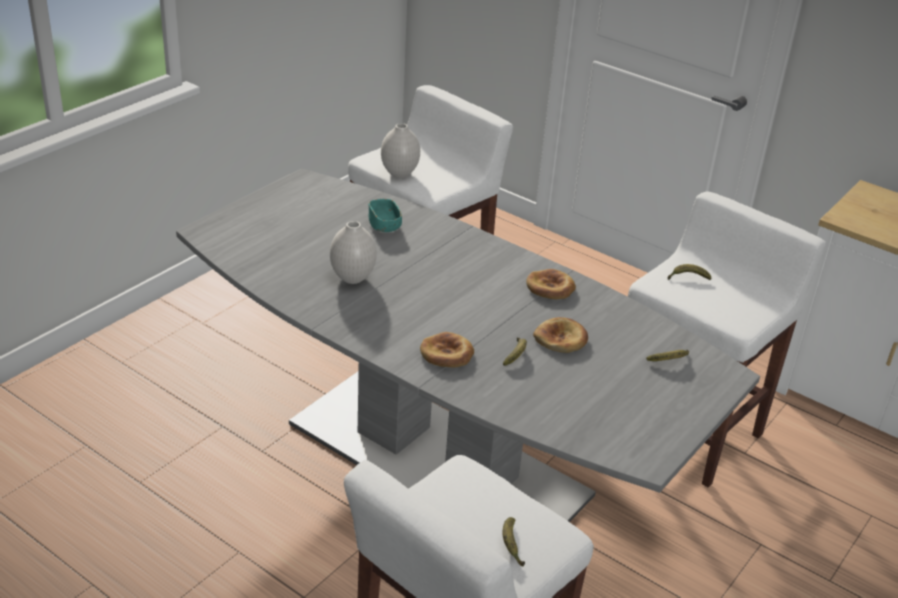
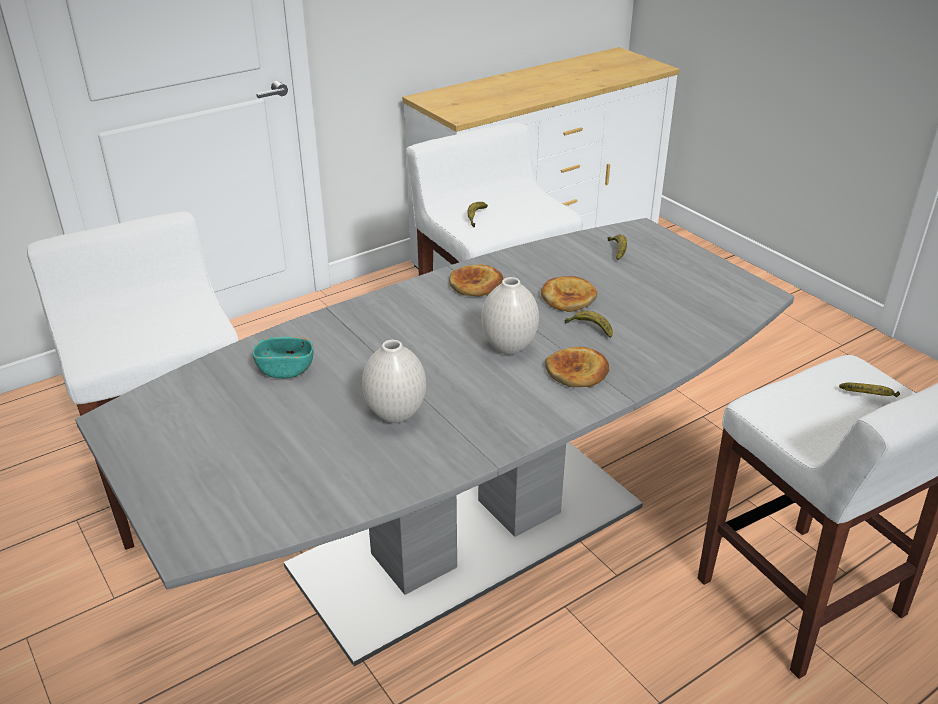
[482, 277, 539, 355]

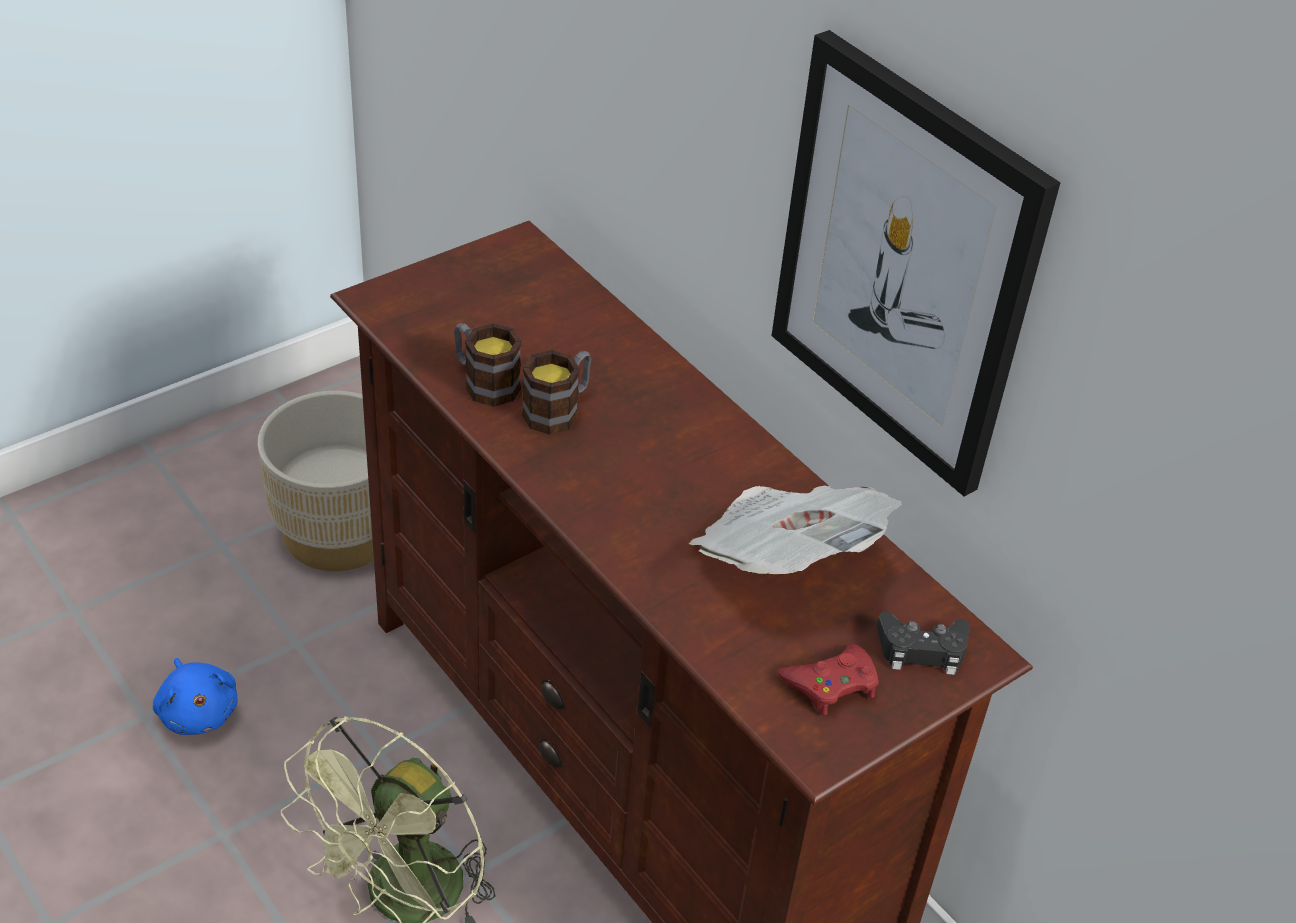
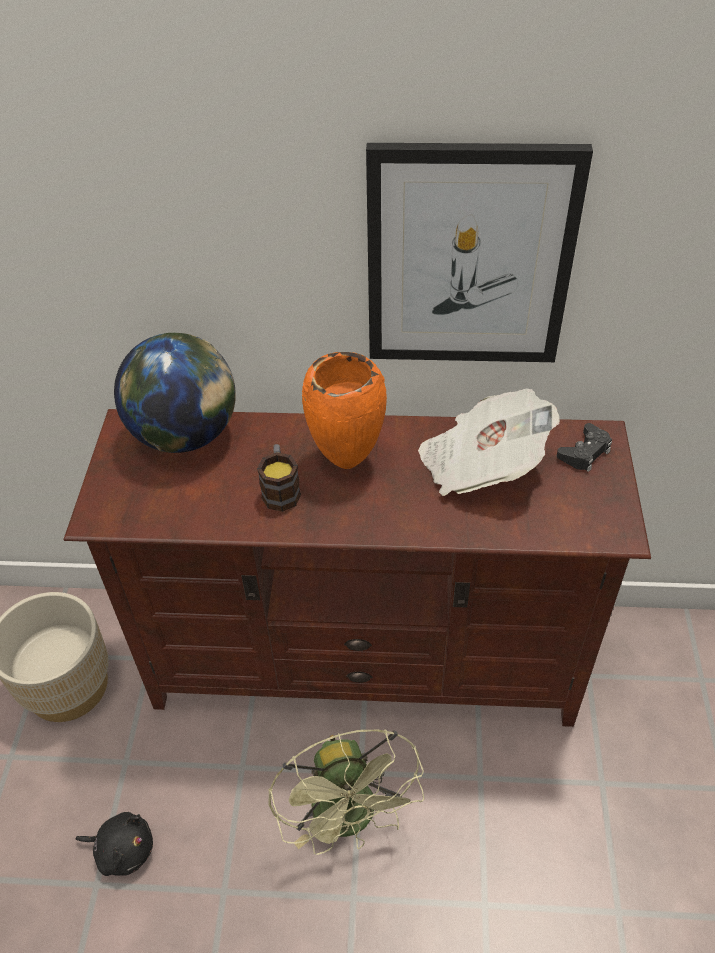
[454, 323, 522, 407] (first image)
[778, 644, 879, 715] (first image)
[114, 333, 236, 453]
[302, 352, 387, 469]
[76, 812, 153, 876]

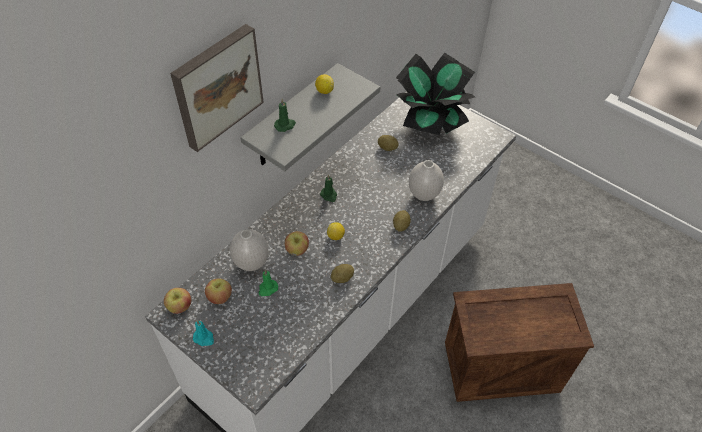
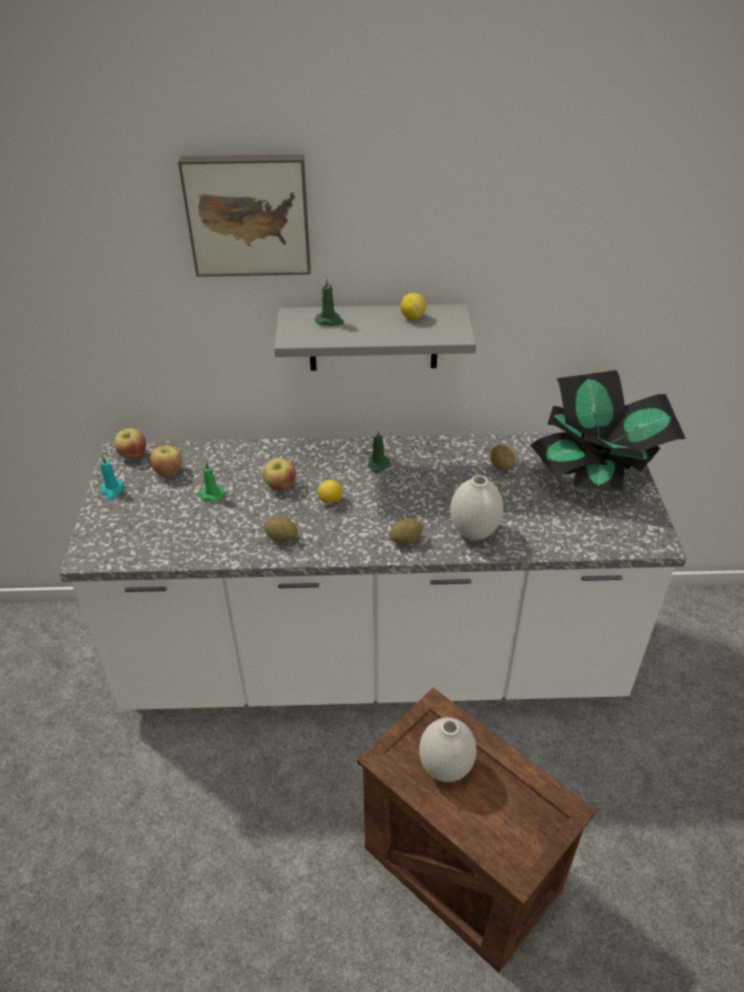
[419, 717, 476, 782]

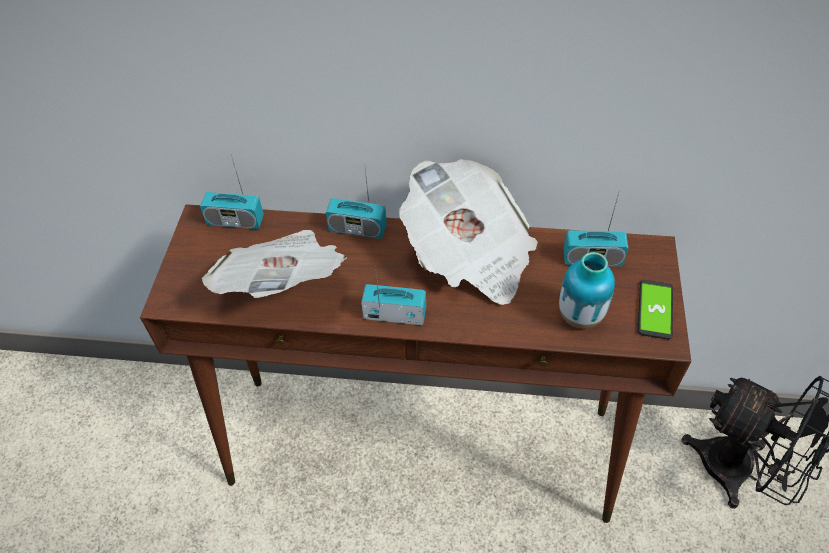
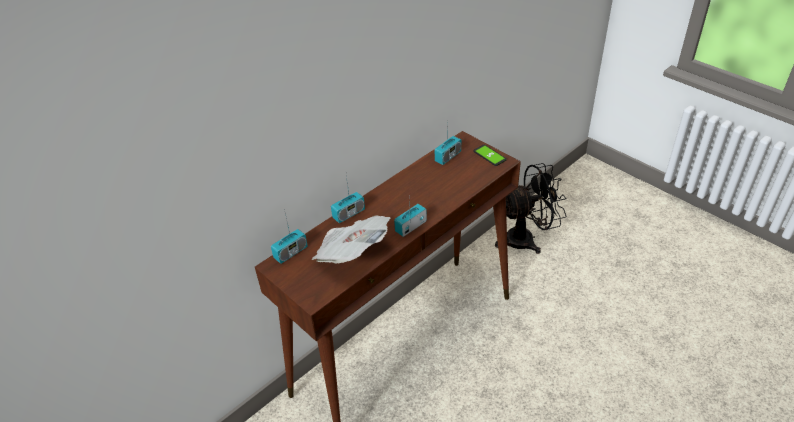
[399, 159, 538, 305] (first image)
[559, 252, 615, 329] (first image)

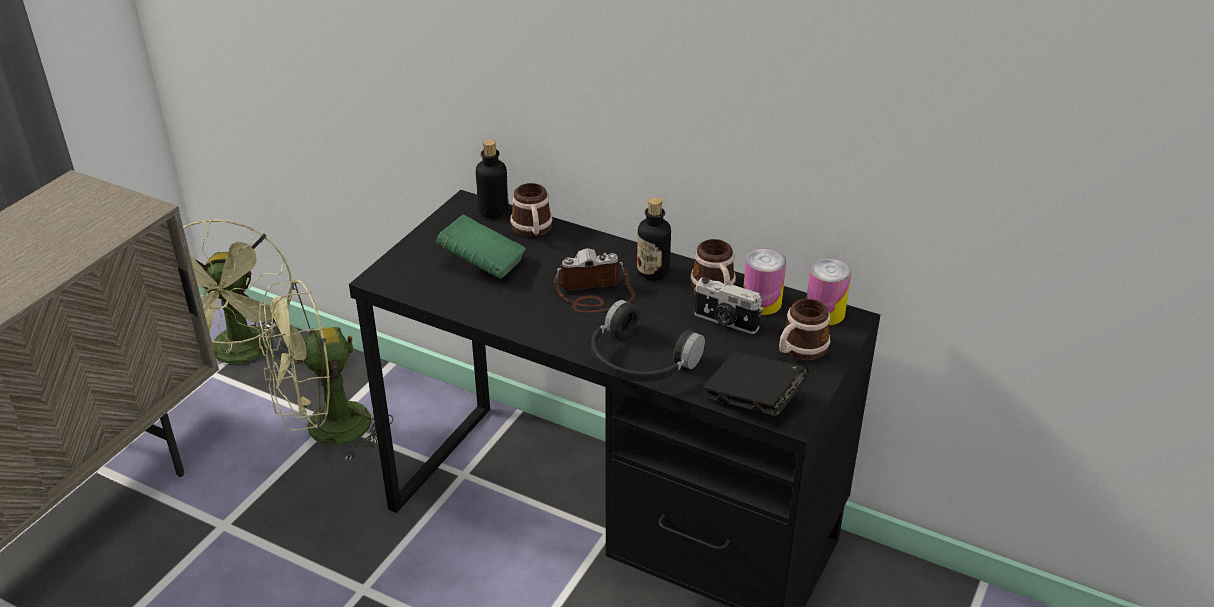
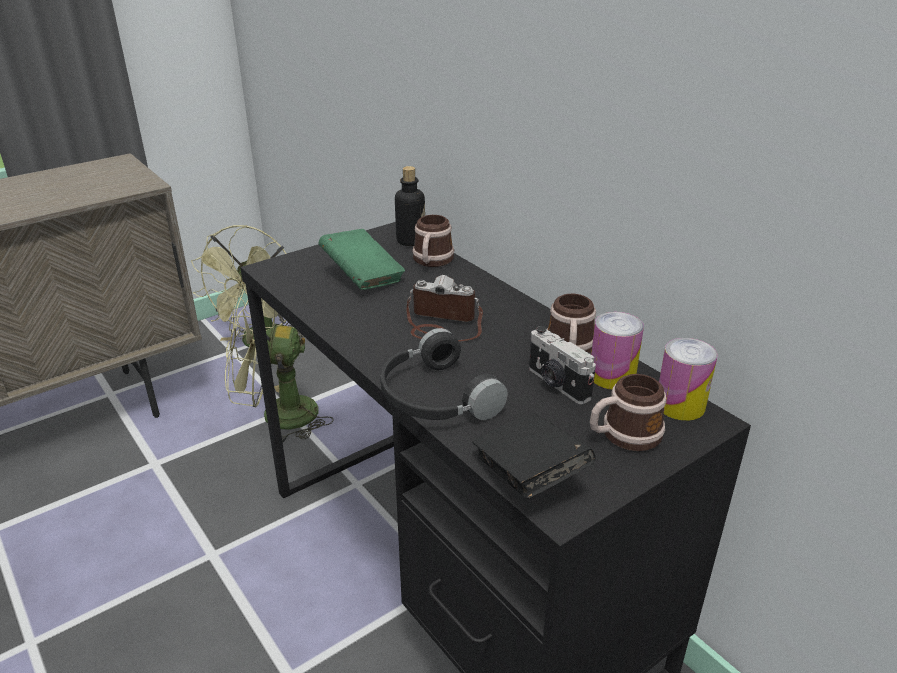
[637, 197, 671, 280] (first image)

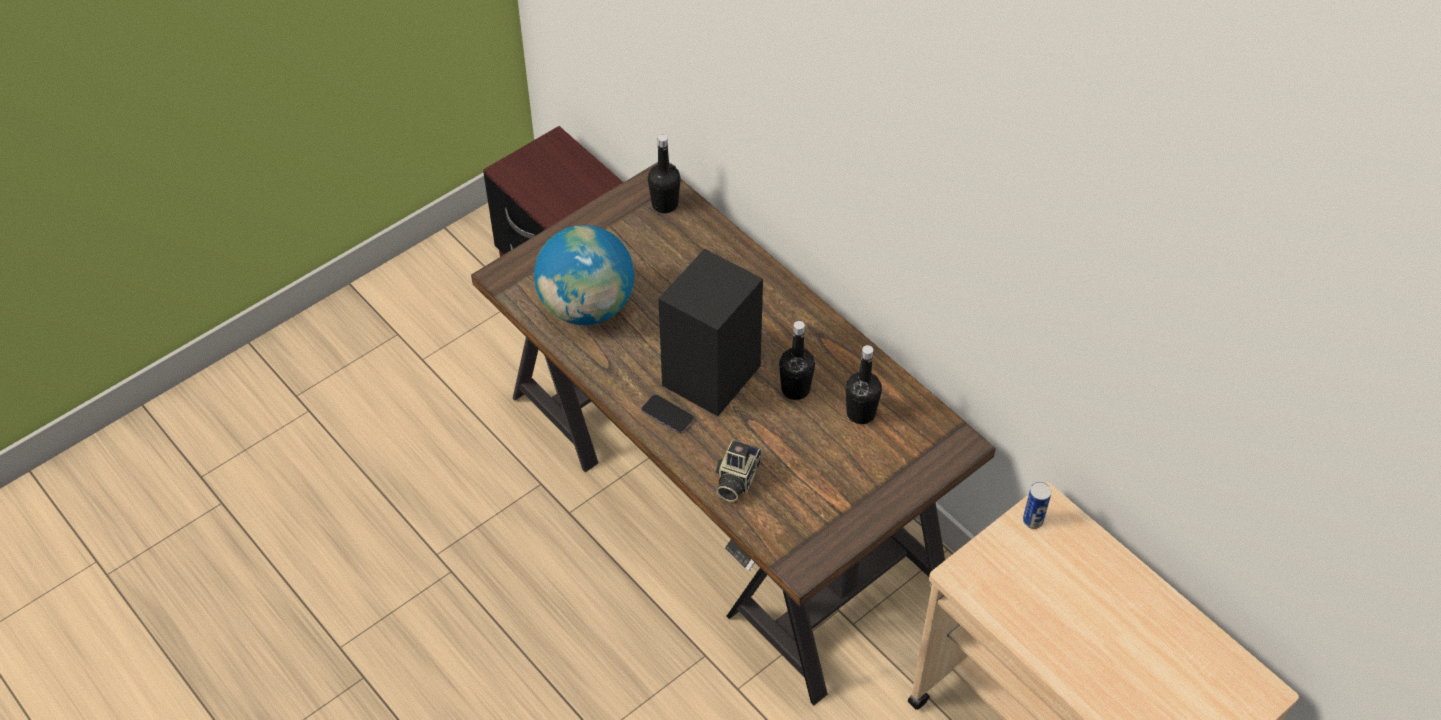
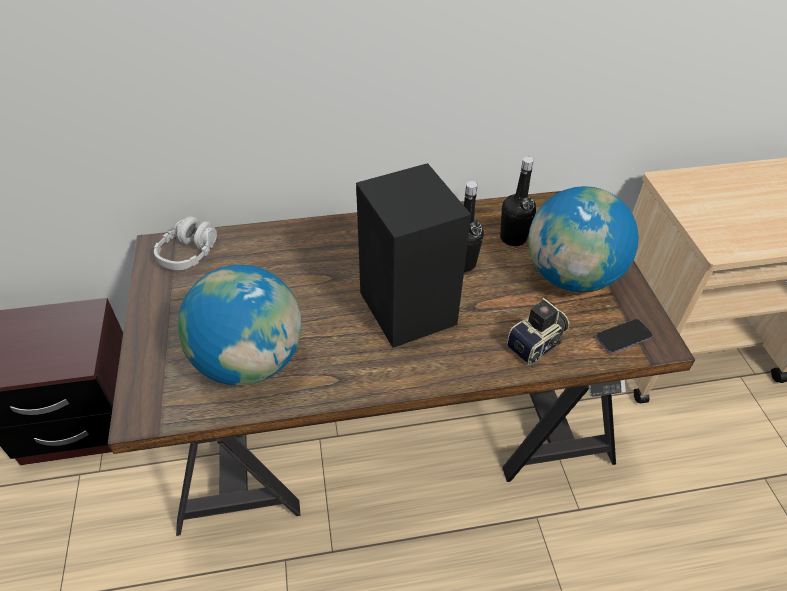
[1023, 482, 1052, 529] (first image)
[528, 186, 639, 292]
[595, 319, 653, 354]
[154, 216, 217, 270]
[506, 298, 569, 365]

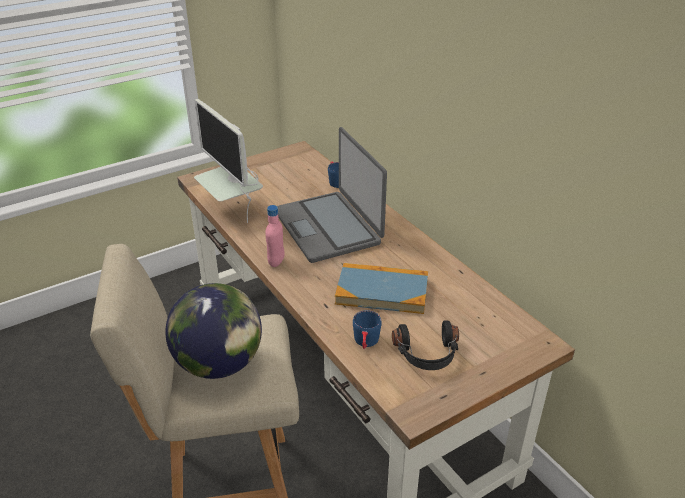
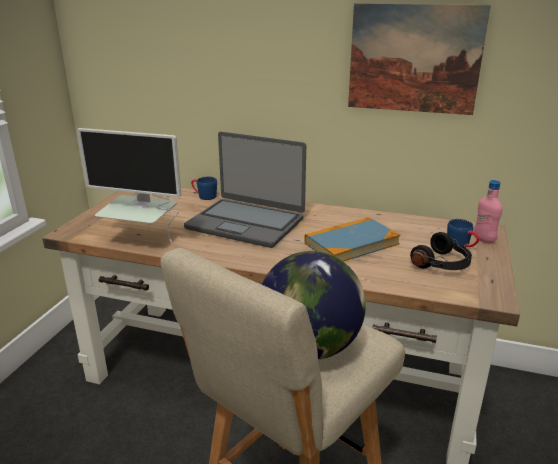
[348, 3, 491, 115]
[474, 180, 503, 244]
[447, 219, 479, 248]

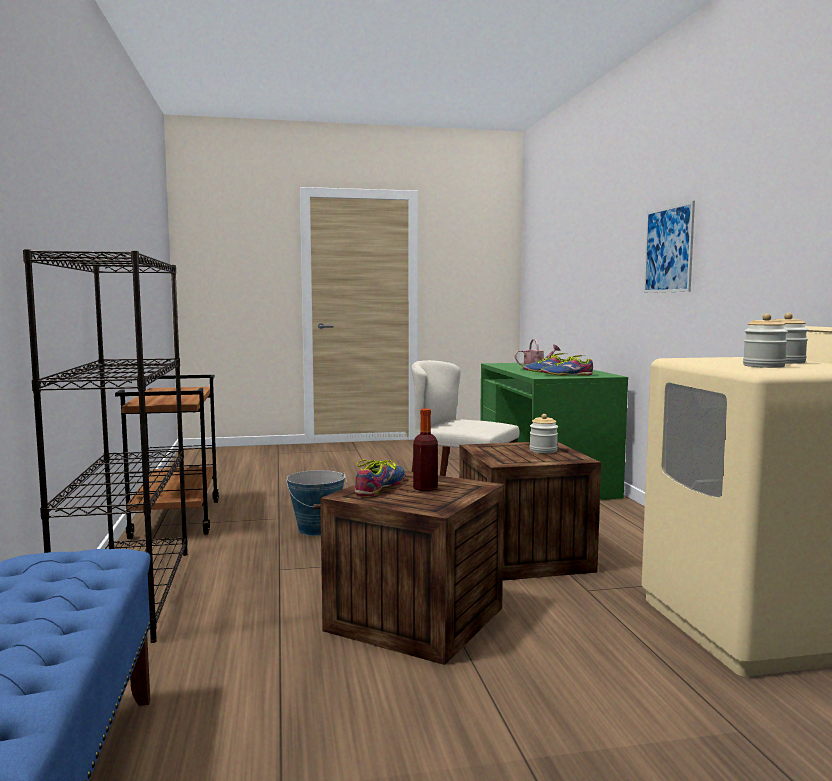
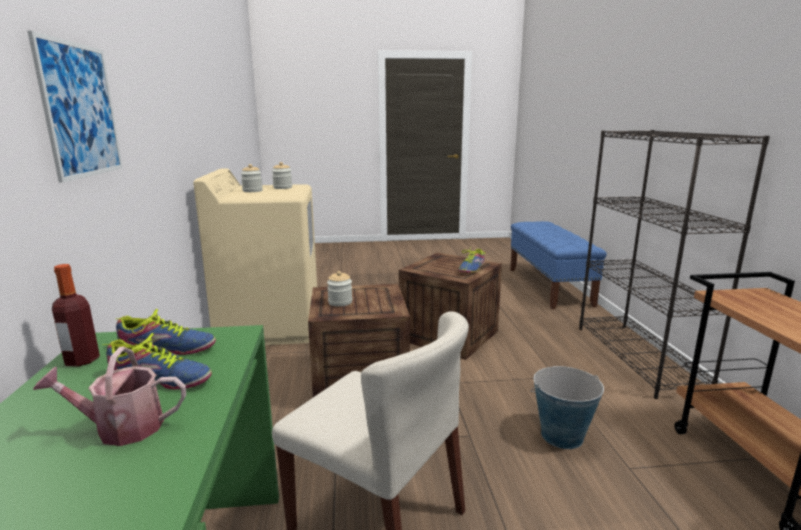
[52, 264, 100, 367]

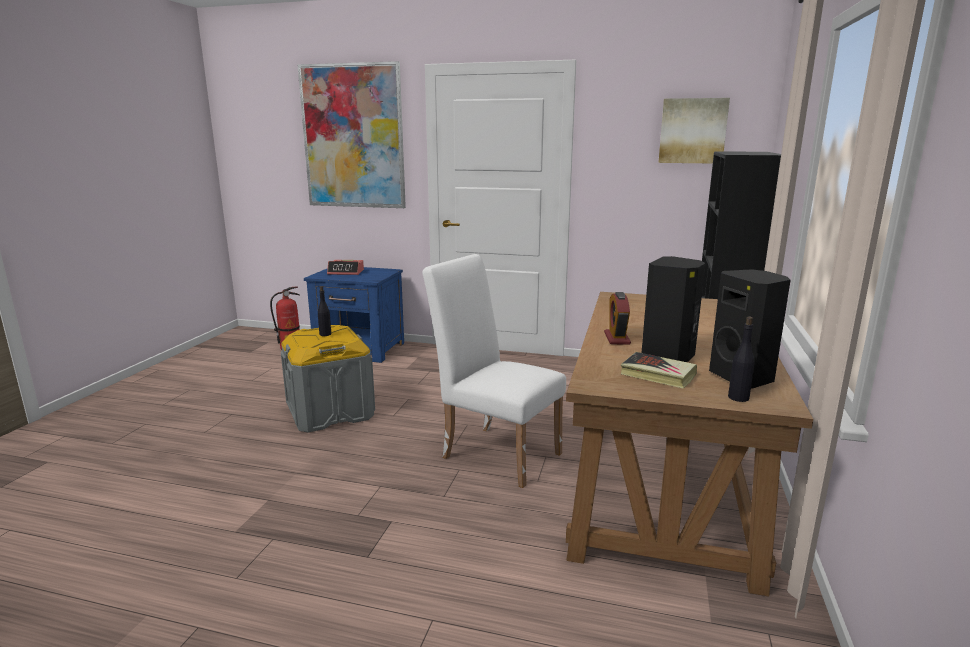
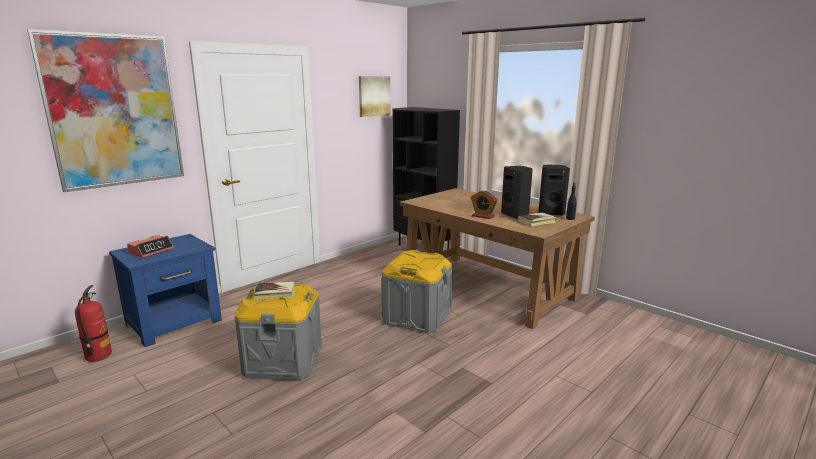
[254, 282, 295, 300]
[381, 250, 453, 333]

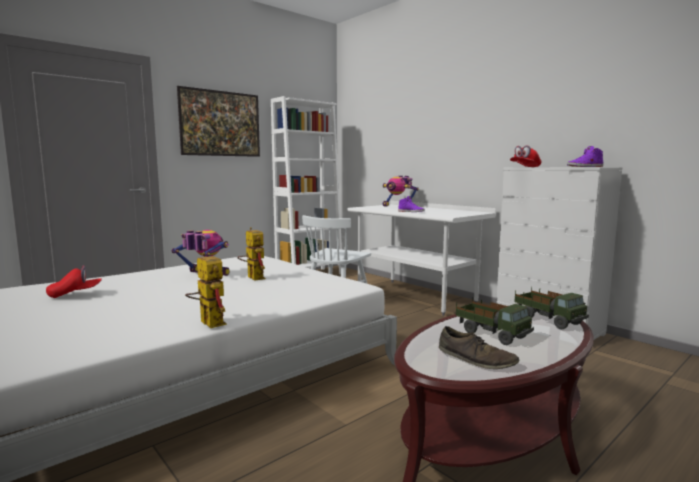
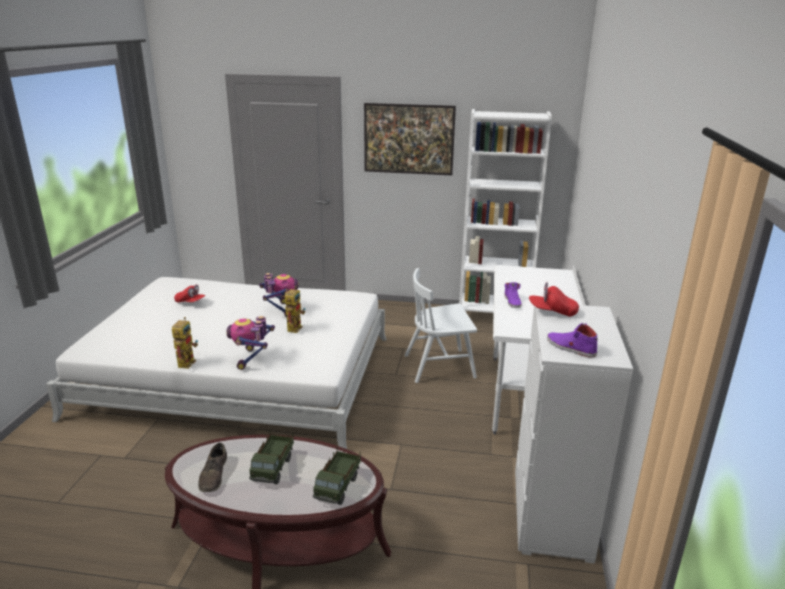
[226, 316, 275, 370]

